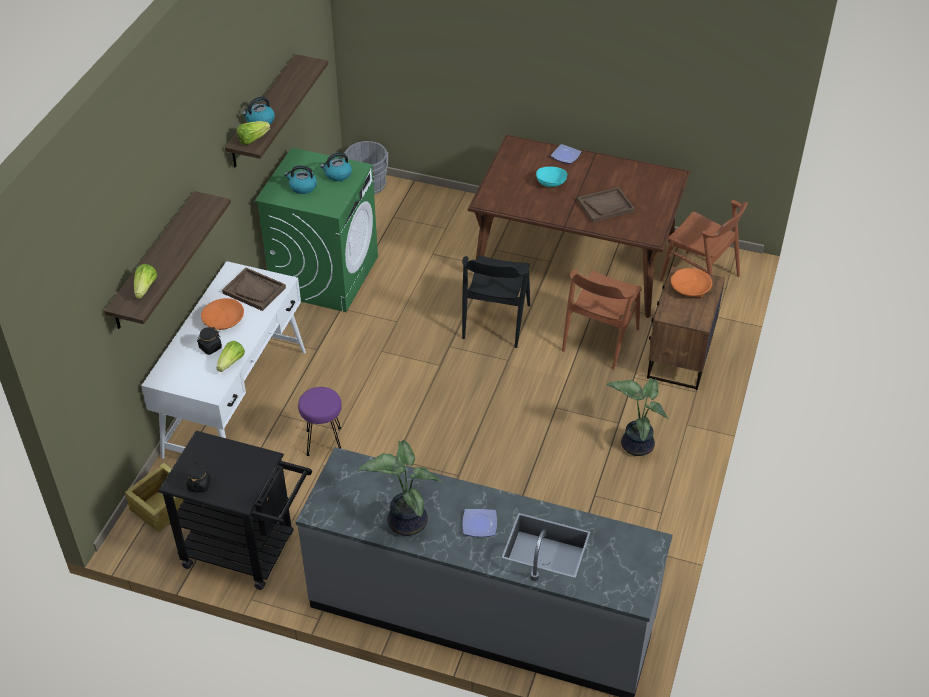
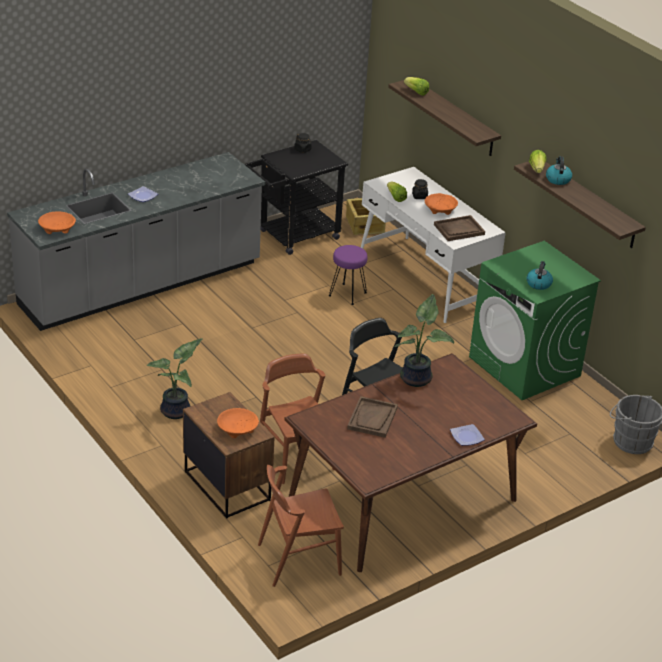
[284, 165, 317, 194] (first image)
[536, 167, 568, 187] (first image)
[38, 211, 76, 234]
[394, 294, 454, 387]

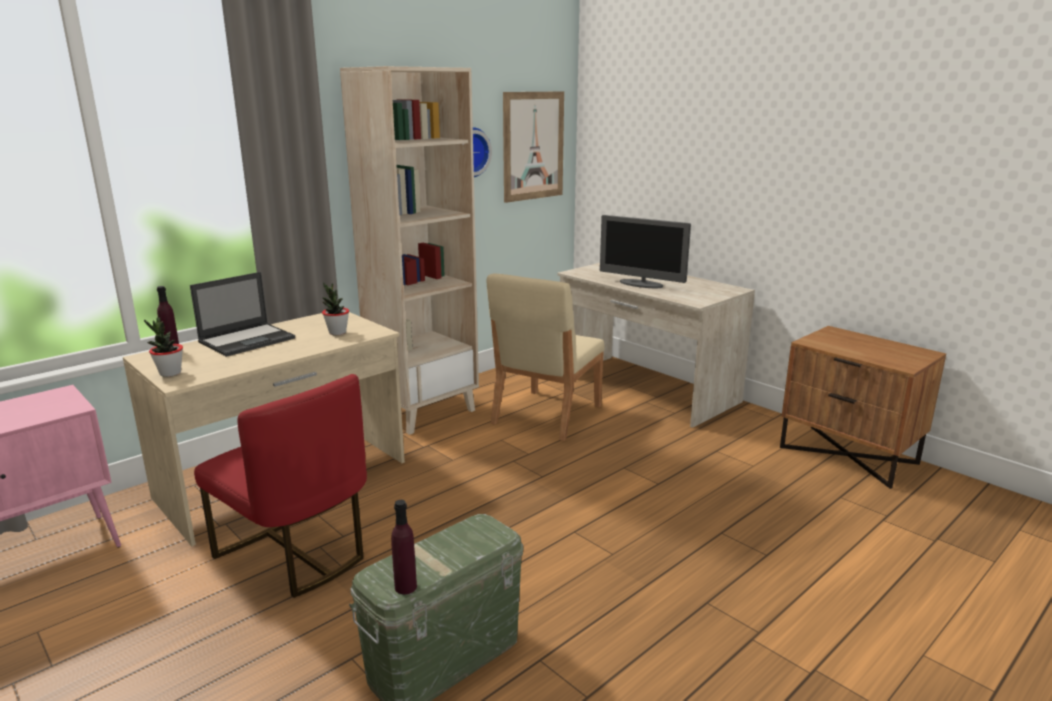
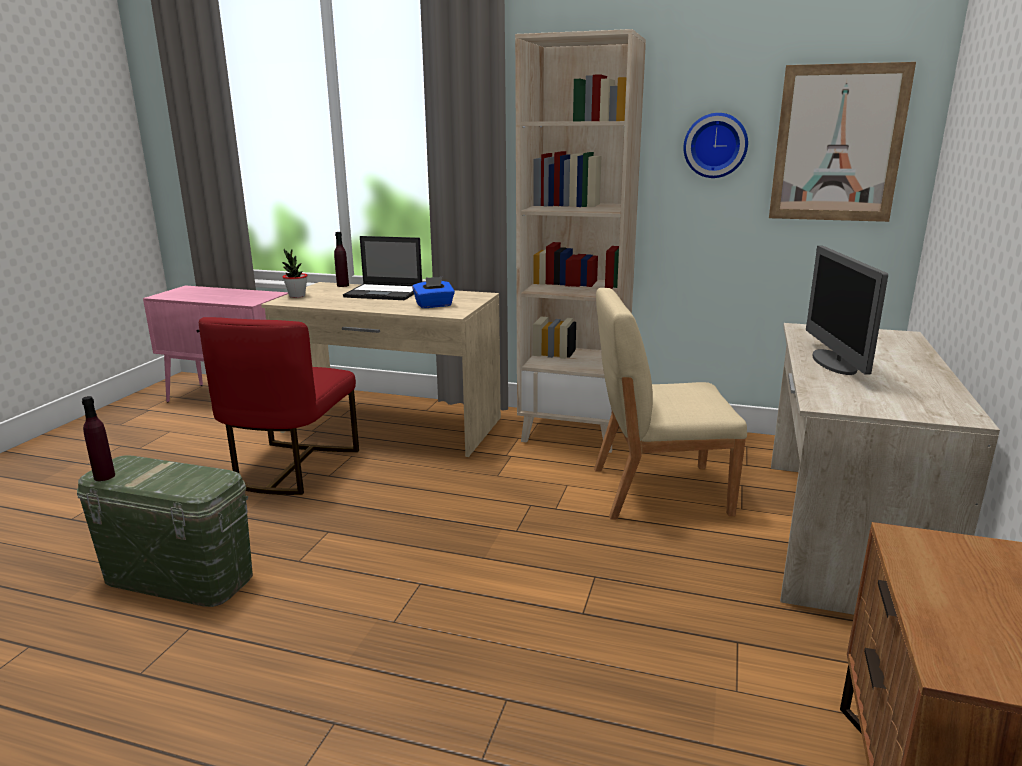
[412, 277, 455, 308]

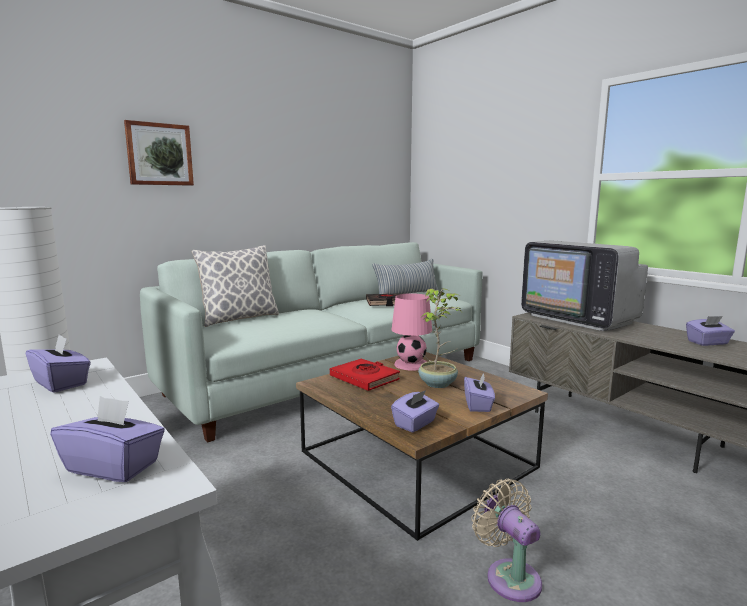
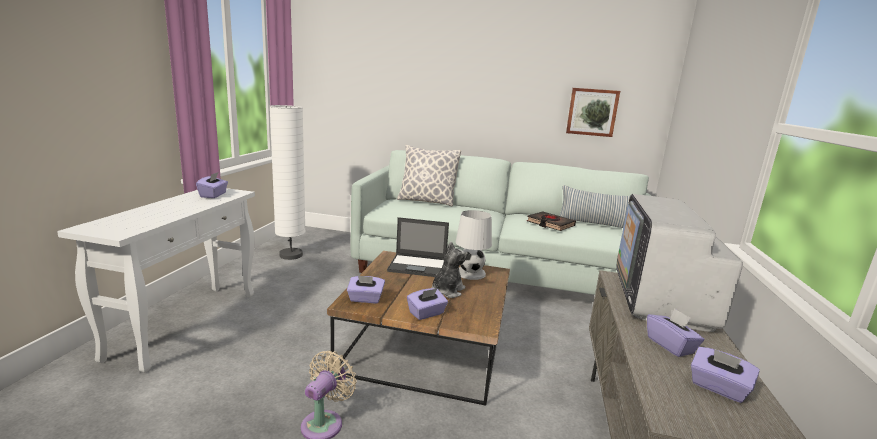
[647, 308, 704, 357]
[566, 88, 620, 137]
[387, 217, 449, 277]
[431, 242, 468, 298]
[456, 210, 492, 280]

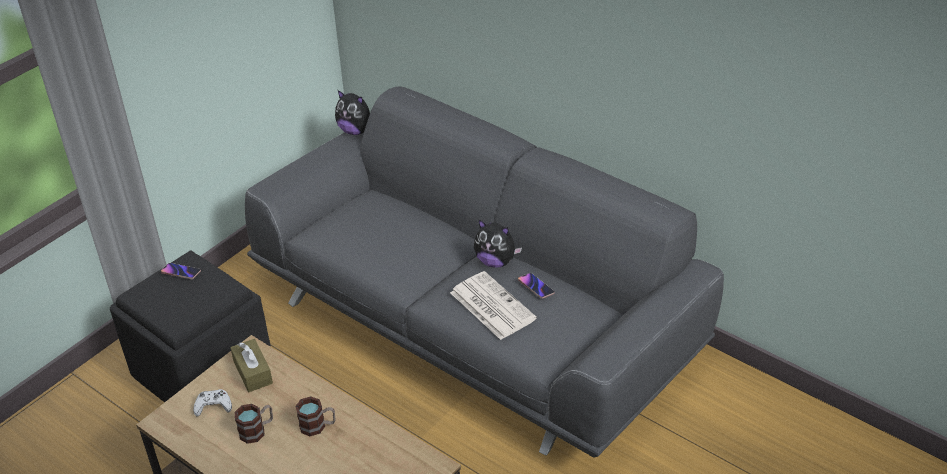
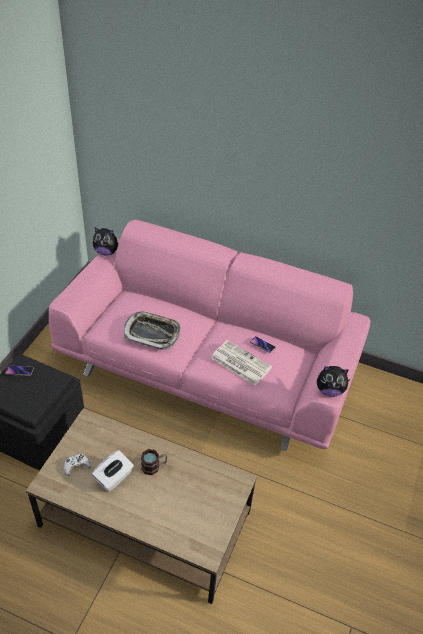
[230, 339, 273, 392] (first image)
[124, 311, 181, 350]
[317, 366, 350, 397]
[92, 450, 134, 492]
[49, 220, 370, 451]

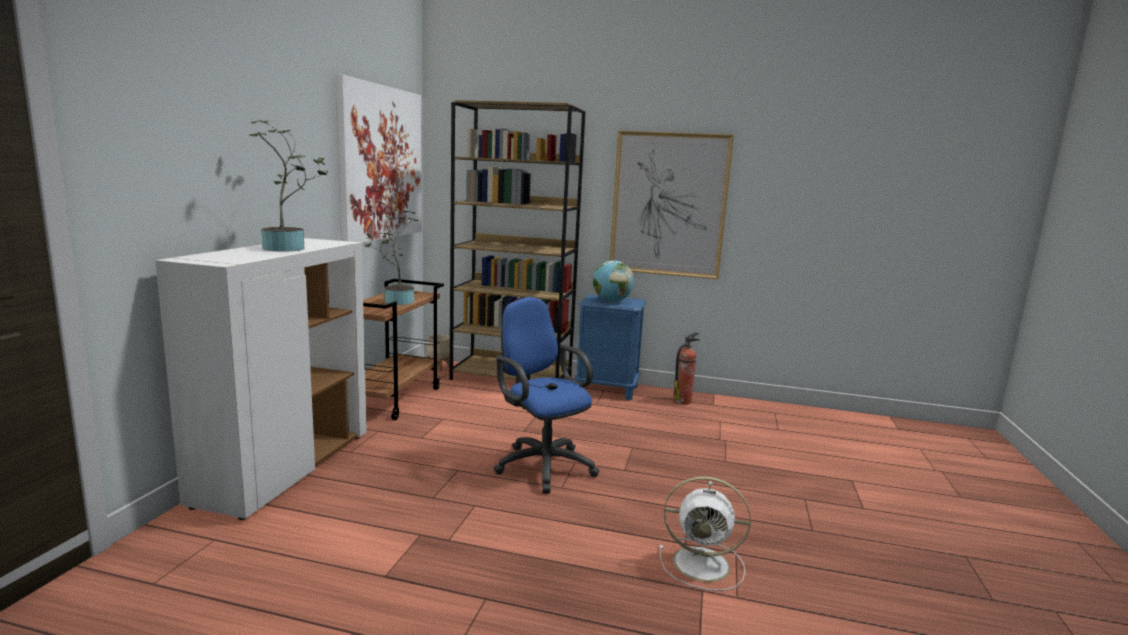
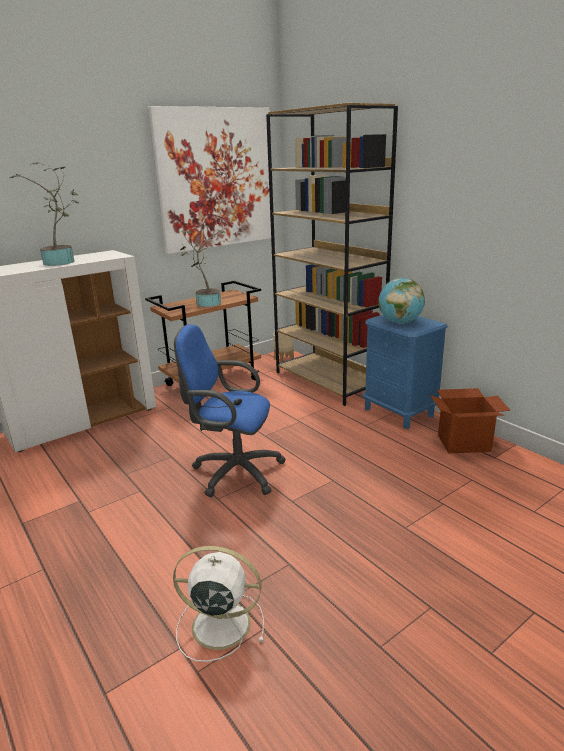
[610, 131, 734, 279] (first image)
[430, 388, 511, 454]
[174, 324, 286, 497]
[173, 546, 264, 662]

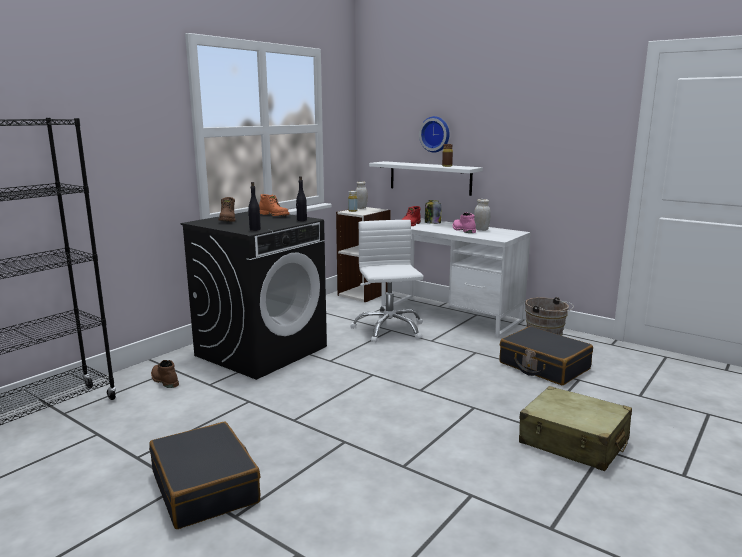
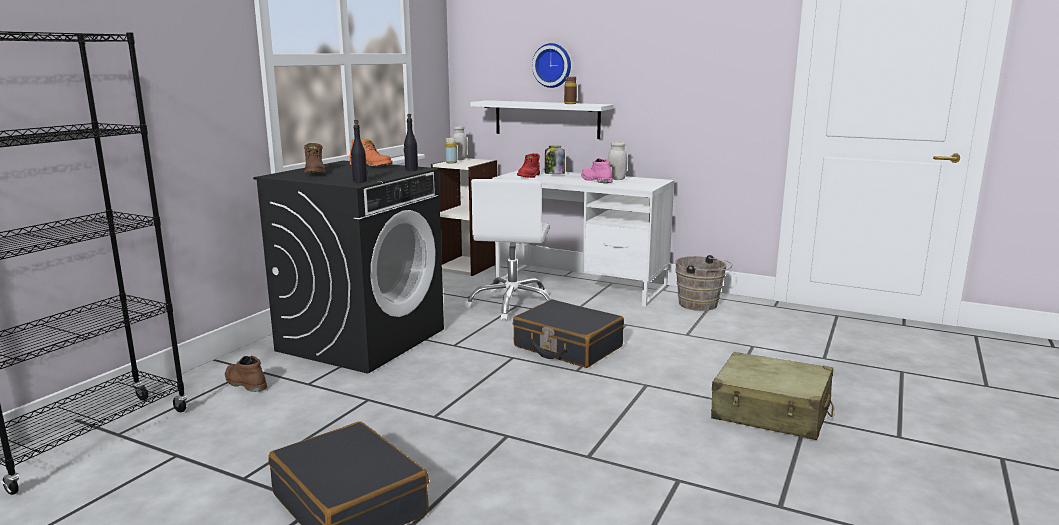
[513, 299, 624, 368]
[464, 179, 551, 321]

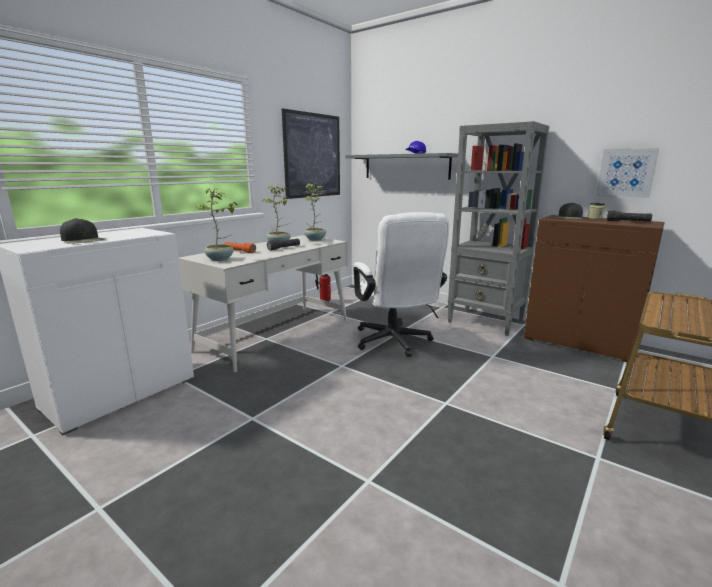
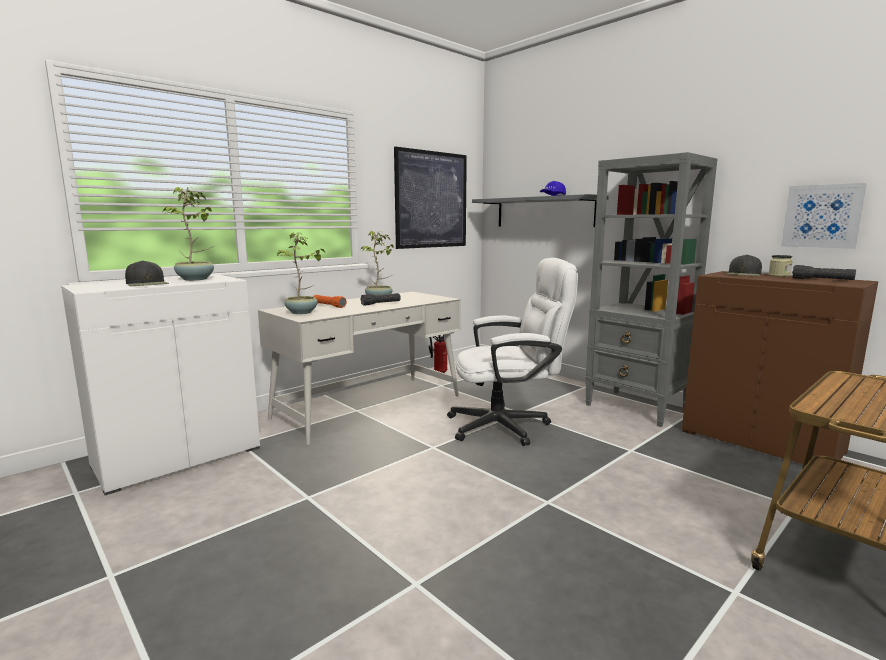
[163, 187, 214, 281]
[447, 258, 578, 446]

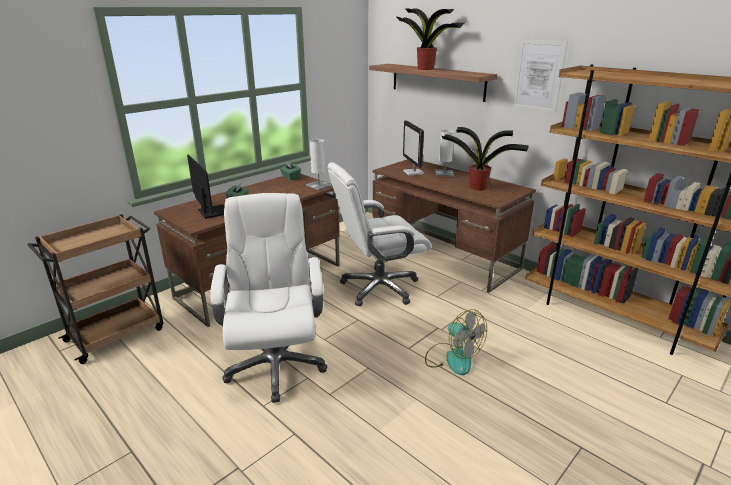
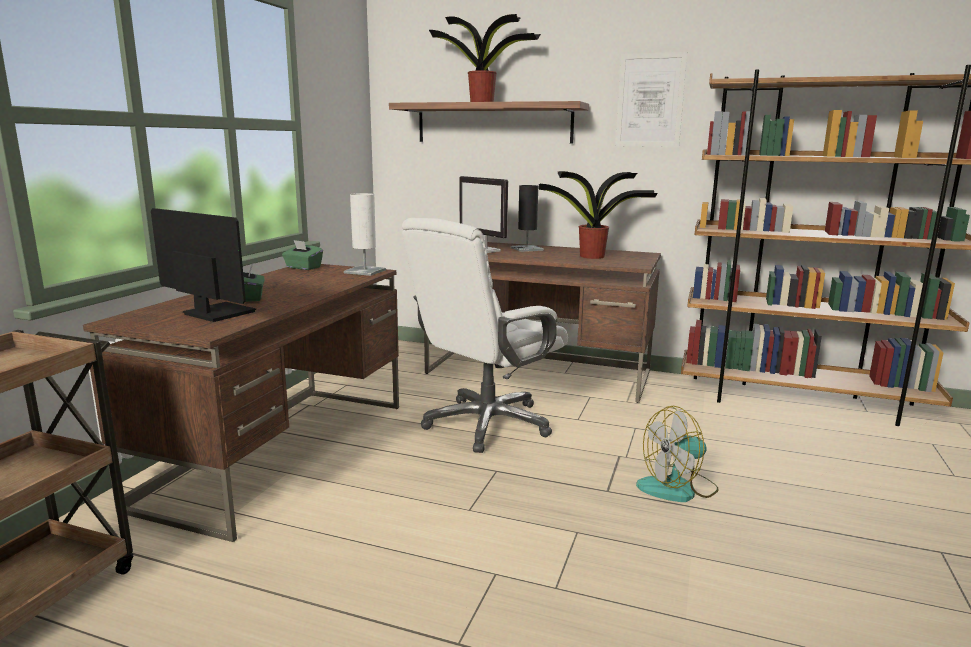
[210, 193, 327, 403] (first image)
[511, 185, 544, 252]
[636, 406, 719, 502]

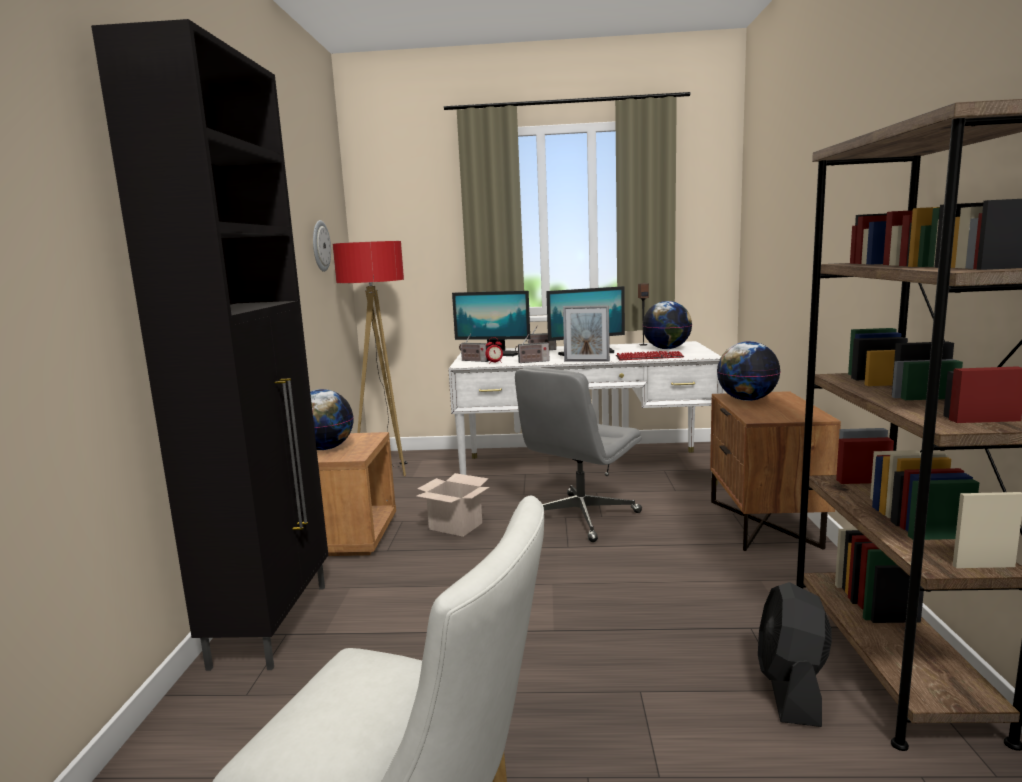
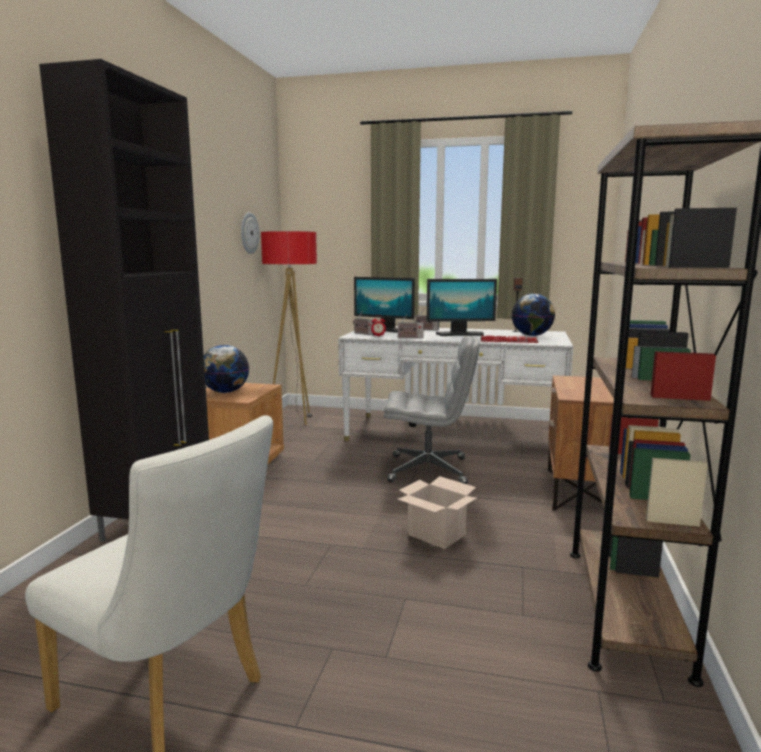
[563, 305, 610, 362] (first image)
[717, 341, 781, 401] (first image)
[758, 582, 832, 727] (first image)
[397, 476, 477, 549]
[384, 336, 480, 484]

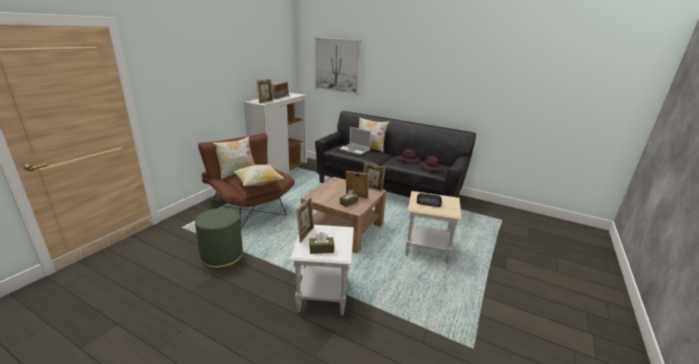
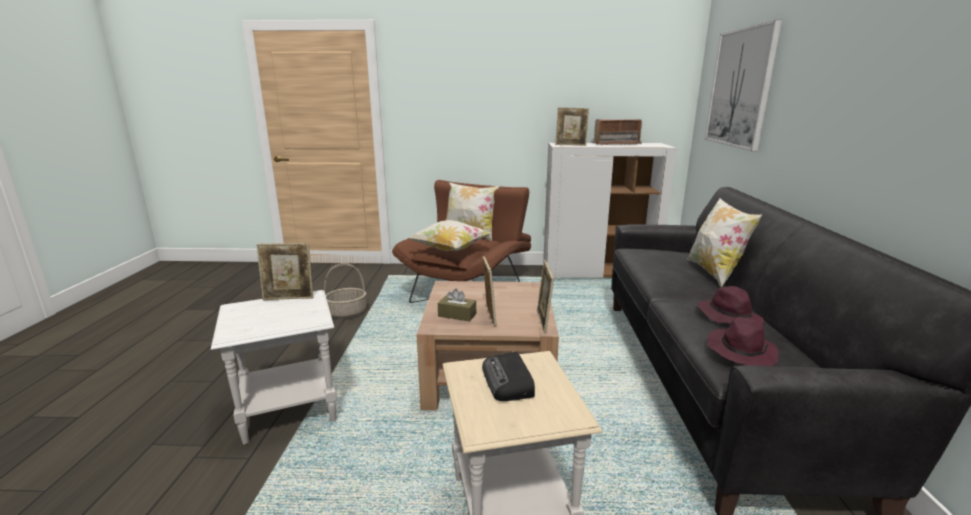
[309, 232, 334, 254] (first image)
[339, 127, 371, 155] (first image)
[324, 263, 366, 319]

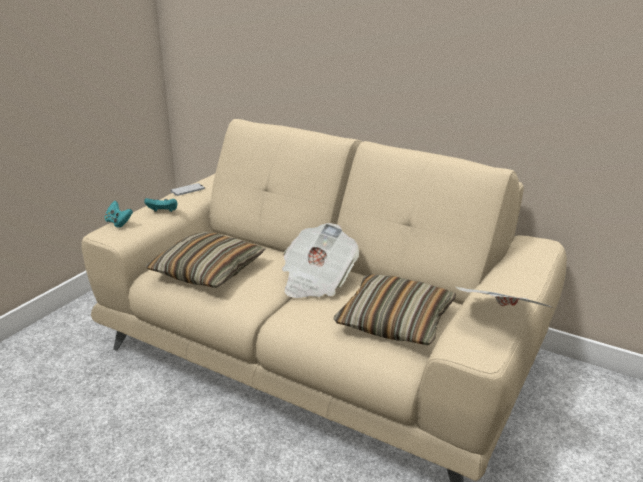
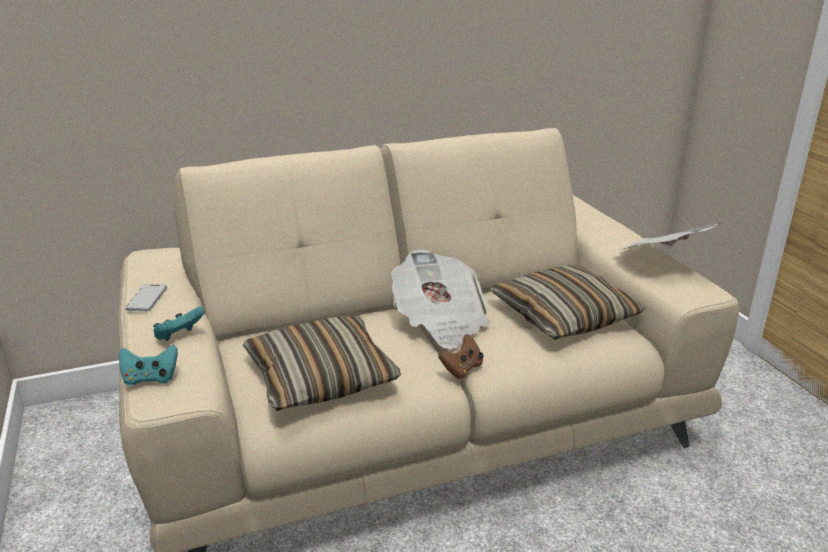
[438, 334, 484, 379]

